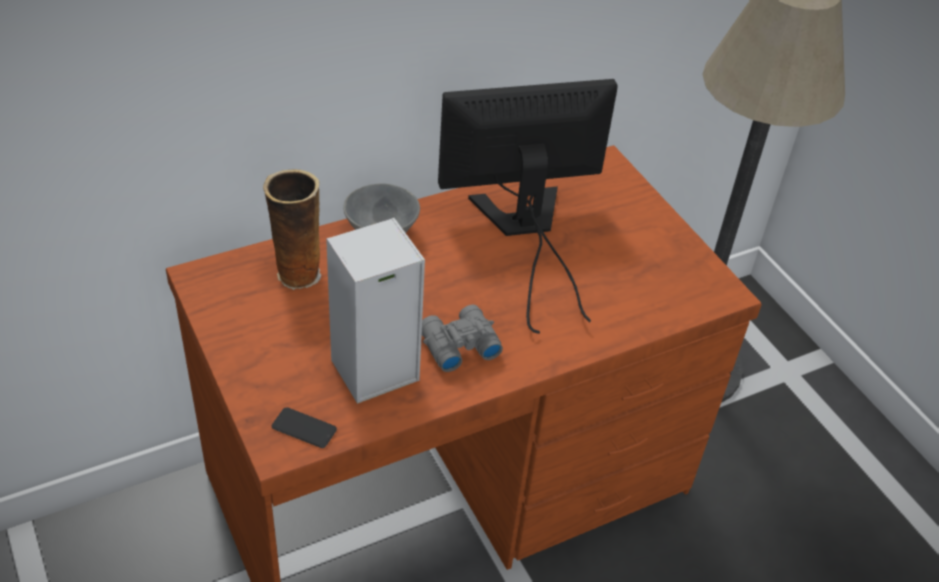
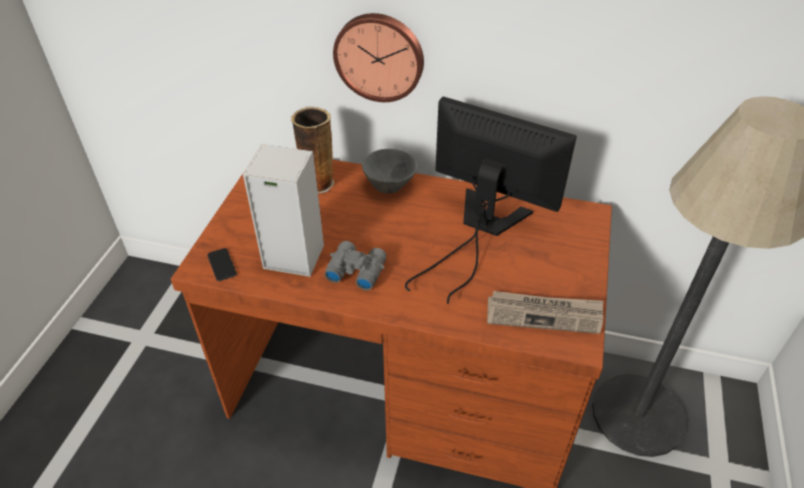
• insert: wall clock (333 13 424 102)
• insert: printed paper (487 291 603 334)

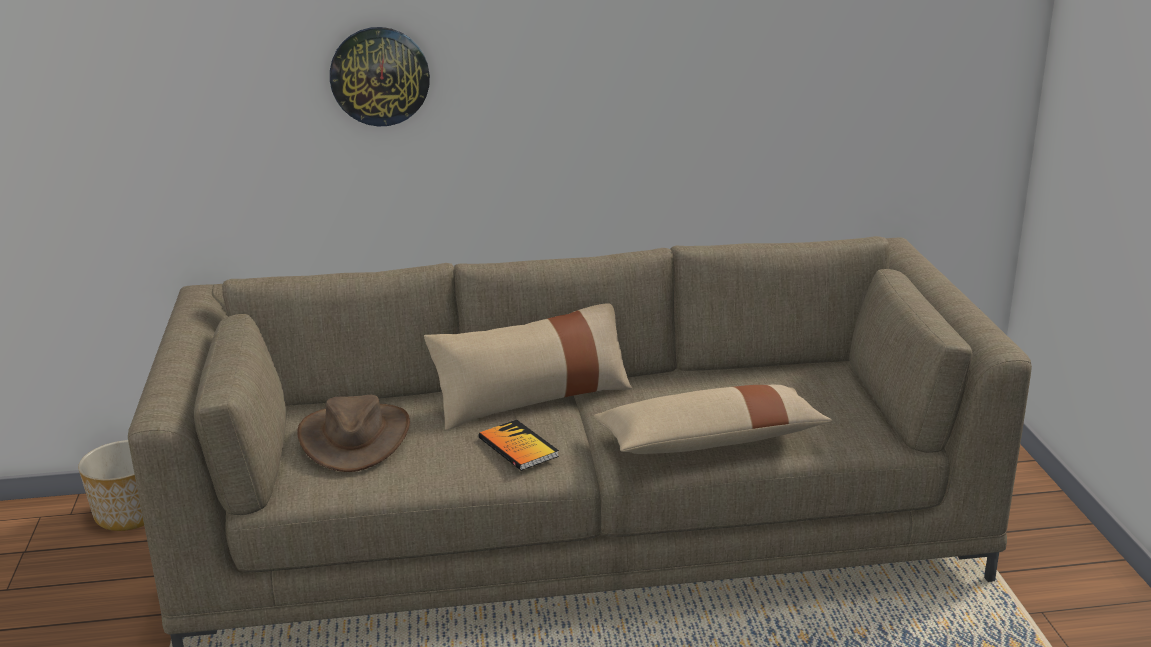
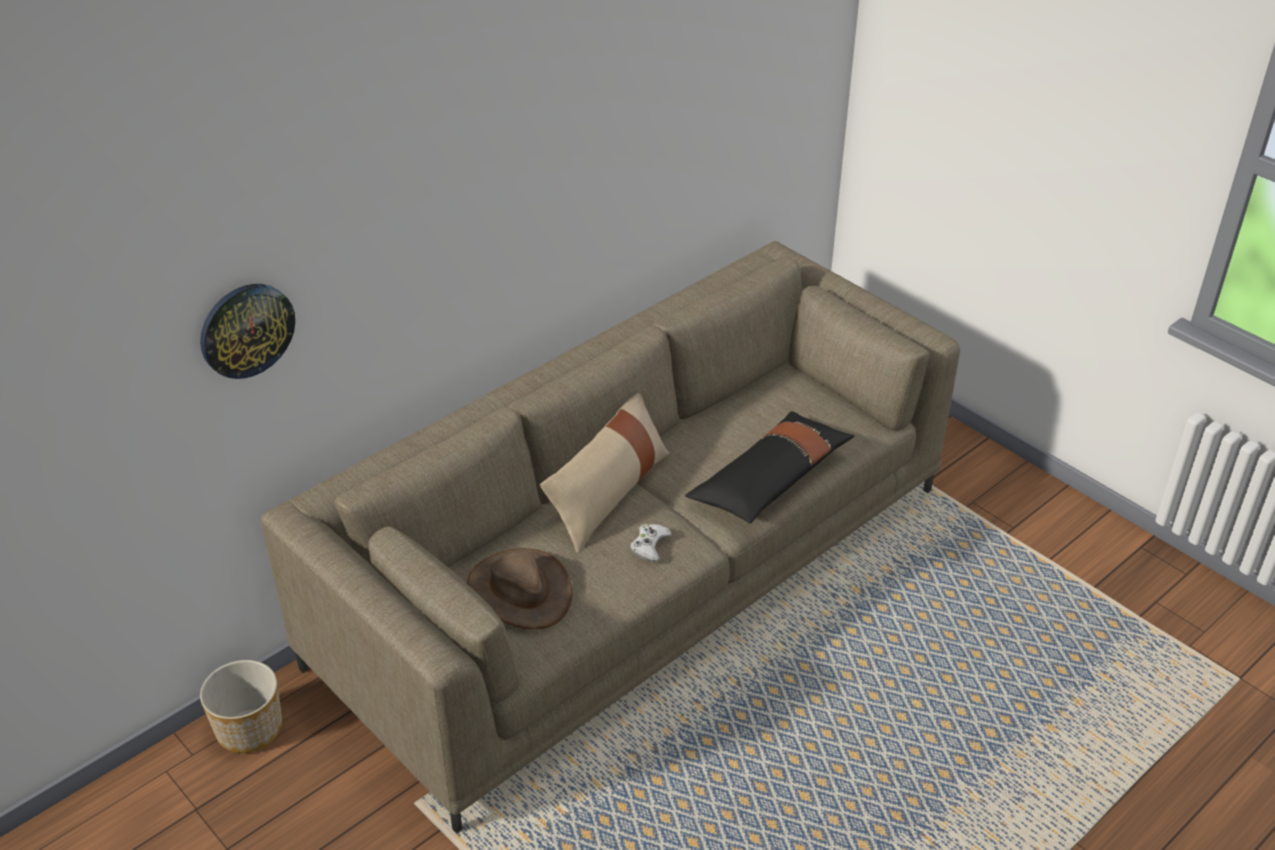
• move: wall clock (330 27 430 127) to (200 284 295 379)
• replace: volume (479 419 559 471) to gamepad (white) (630 524 672 562)
• recolor: cushion (beige-coloured) (593 385 832 454) to cushion (black) (685 411 854 524)

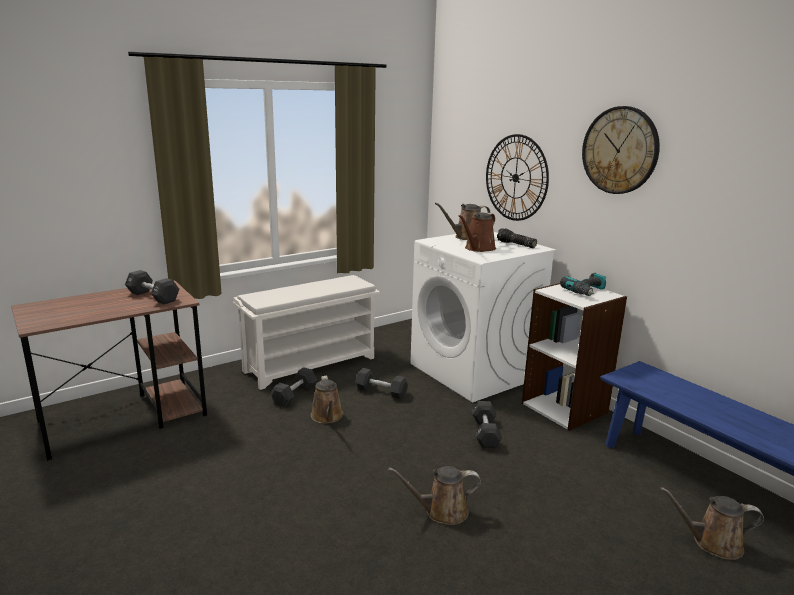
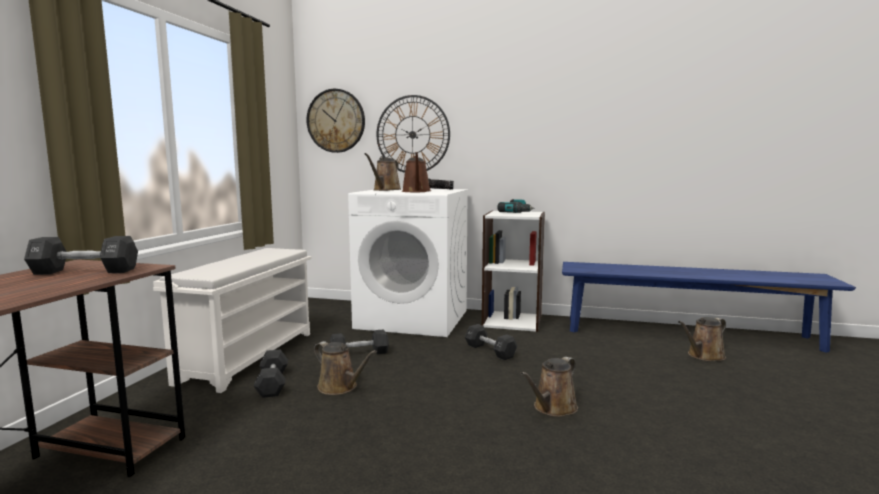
• move: wall clock (582 106 660 194) to (306 89 365 153)

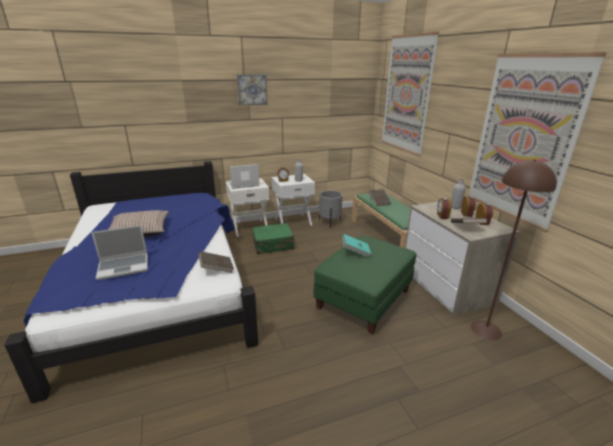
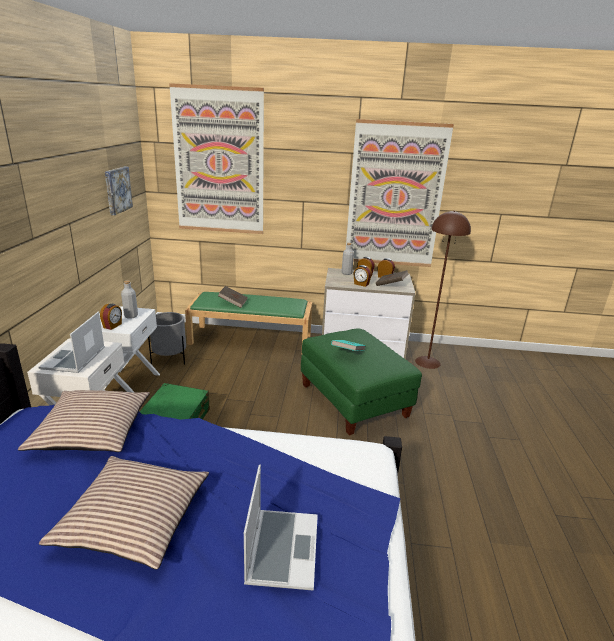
• insert: cushion (18 390 150 452)
• move: wall art (237 74 267 106) to (105 167 133 215)
• delete: volume (brown) (198 251 234 273)

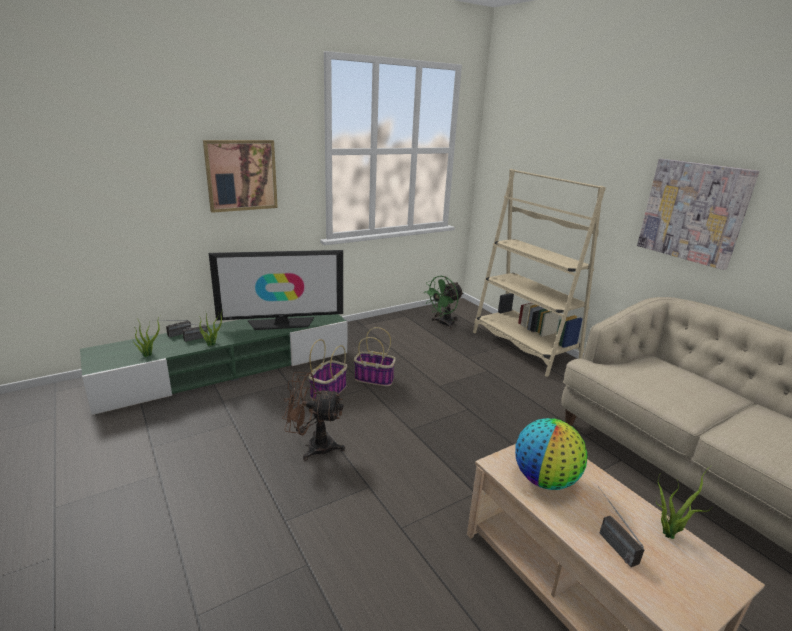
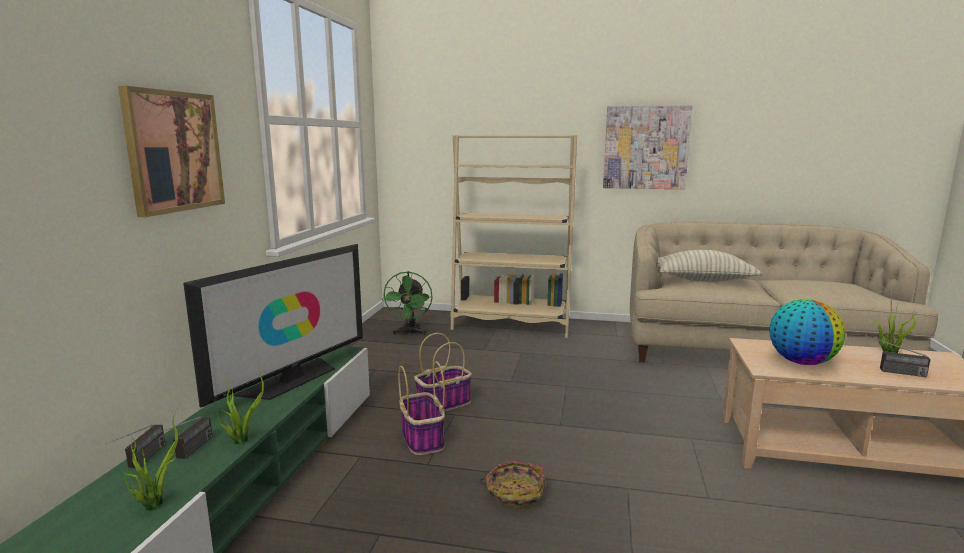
• replace: fan (brown) (282 372 345 460) to basket (479 461 546 509)
• insert: cushion (657 250 763 282)

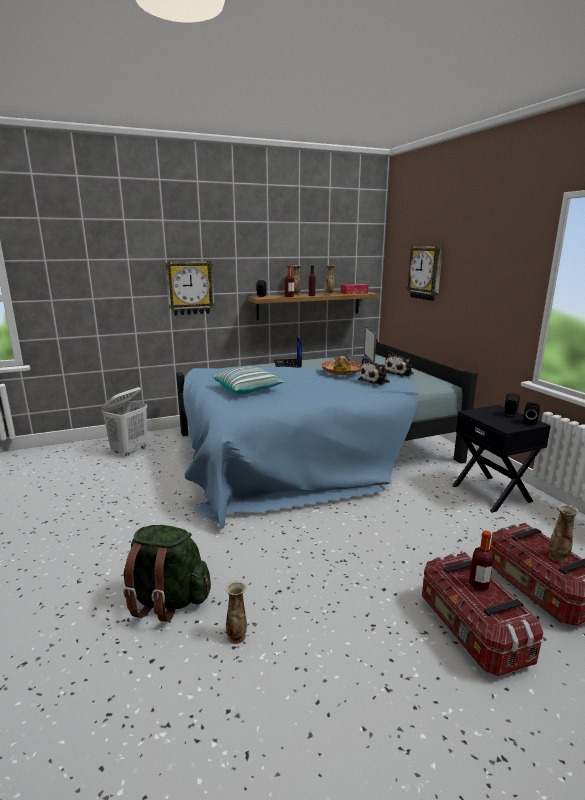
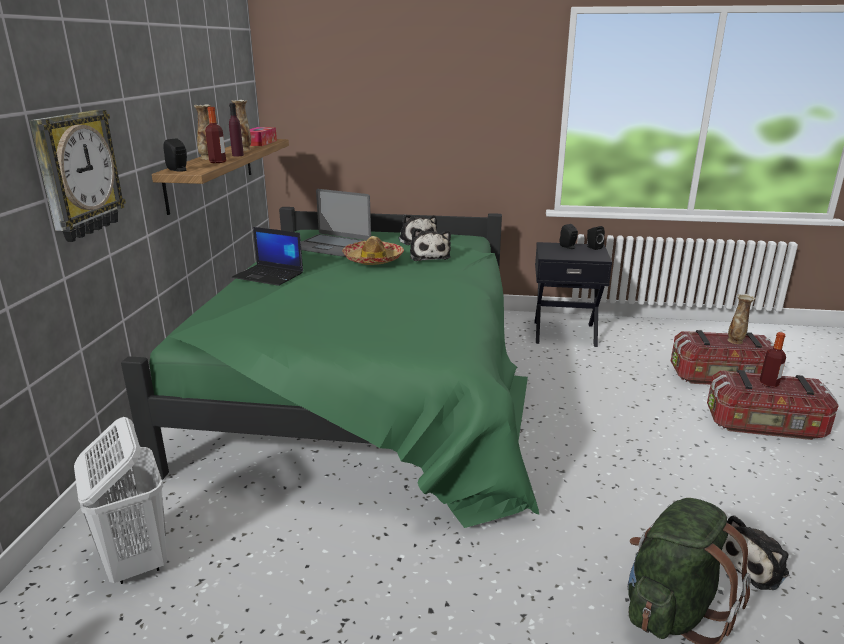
• recolor: sleeping bed (blue) (176 339 478 529) to sleeping bed (greenish) (121 207 539 528)
• replace: flower vase (225 580 247 644) to plush toy (722 516 789 590)
• delete: cushion (212 366 285 394)
• delete: wall clock (407 246 443 301)

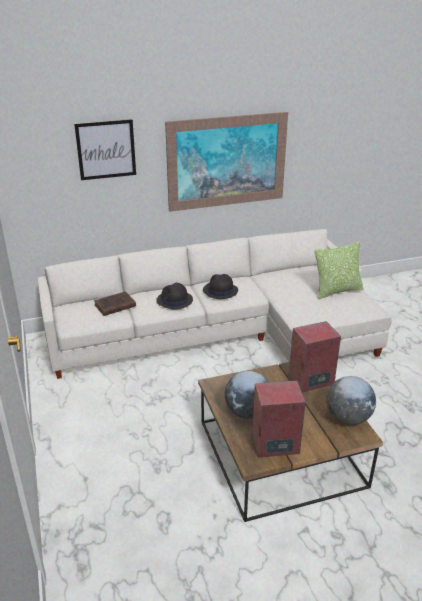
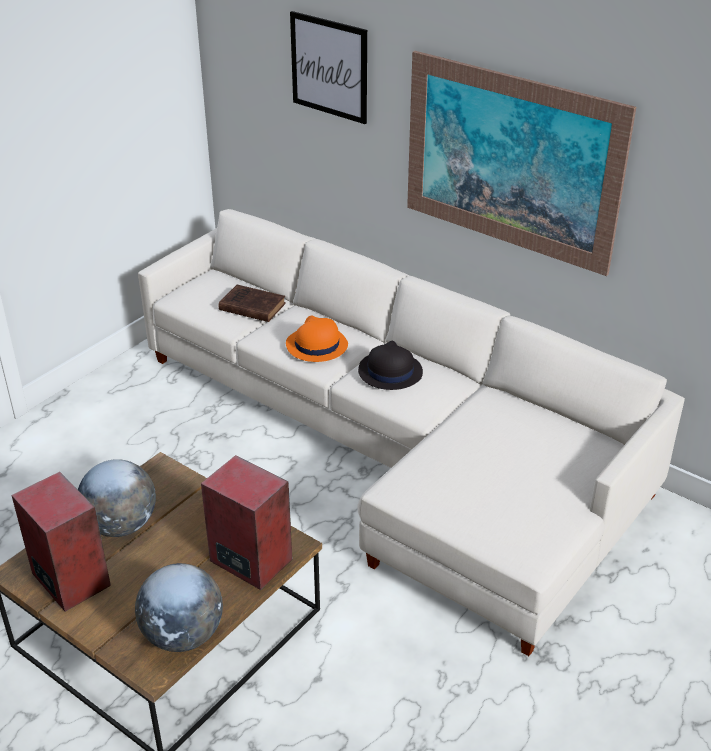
• recolor: wearable hat (black) (156 283 193 310) to wearable hat (orange) (286 316 348 362)
• delete: cushion (314 241 364 299)

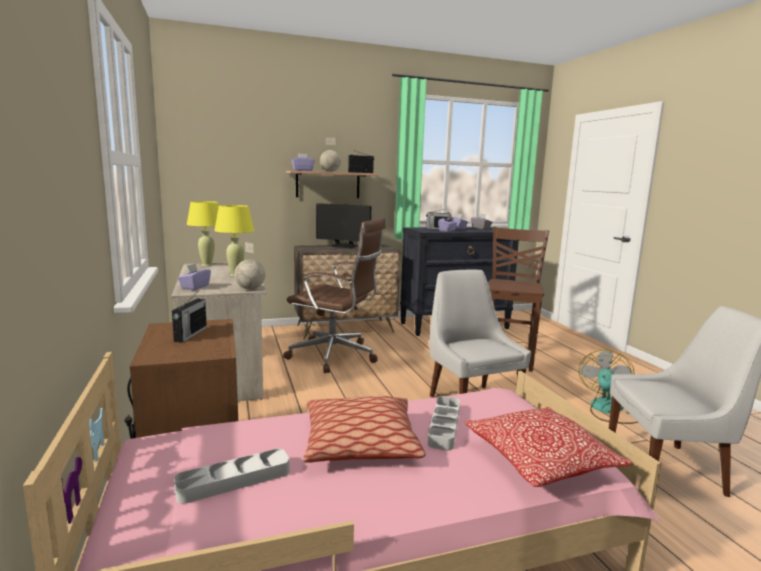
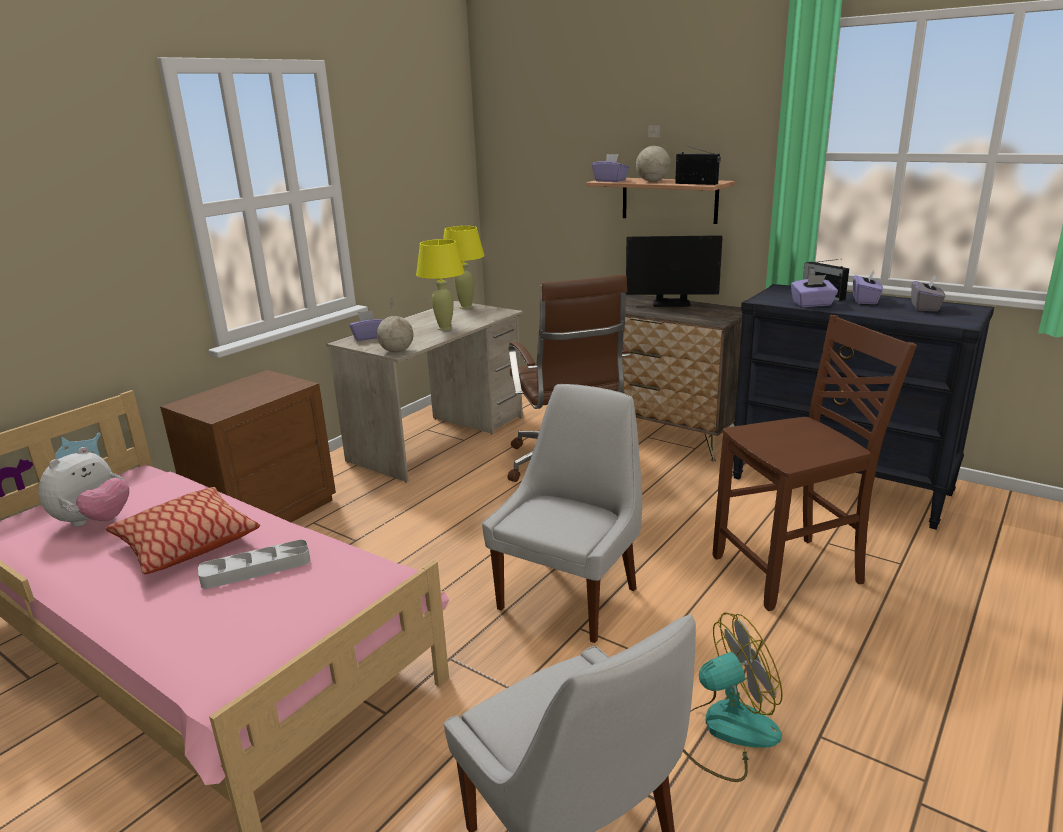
• replace: carrying tray (grey) (174 449 289 504) to plush toy (38 447 129 527)
• rotate: computer screen (316 203 371 248) = (626 235 722 307) 60 degrees counterclockwise
• delete: radio receiver (172 294 207 342)
• delete: cushion (464 407 633 487)

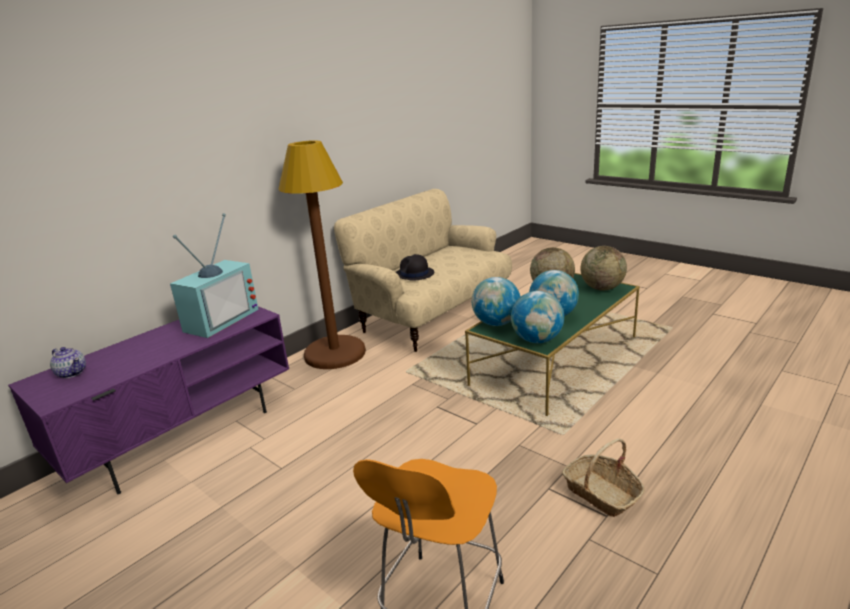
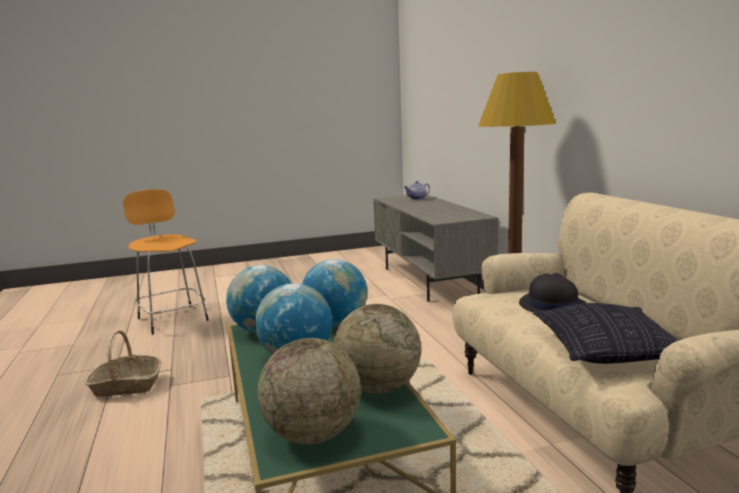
• recolor: tv unit (purple-coloured) (8 306 289 494) to tv unit (grey) (373 195 499 302)
• insert: cushion (533 303 678 364)
• delete: TV set (170 213 259 338)

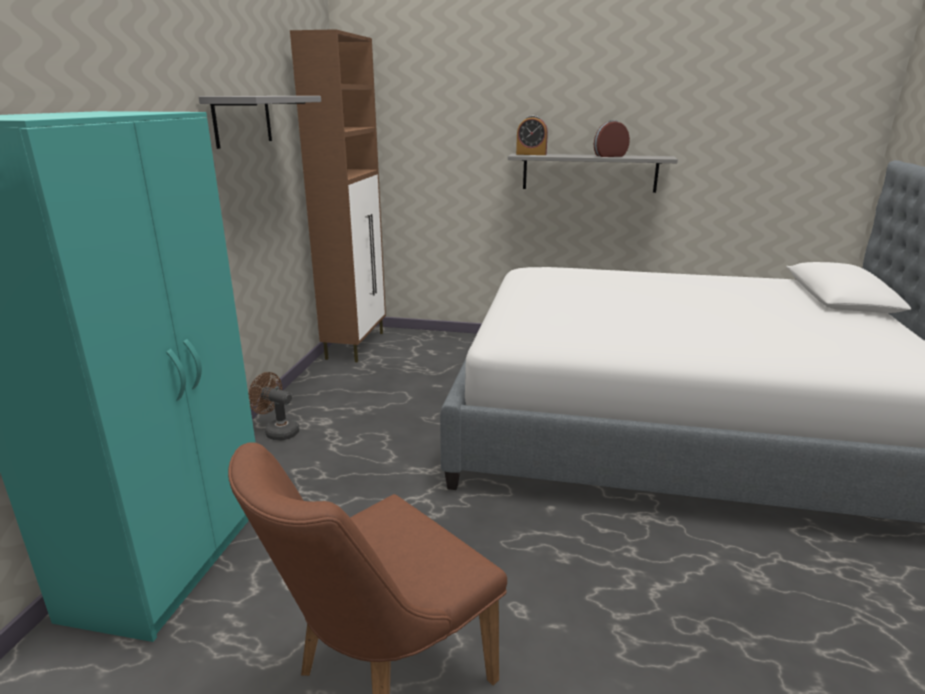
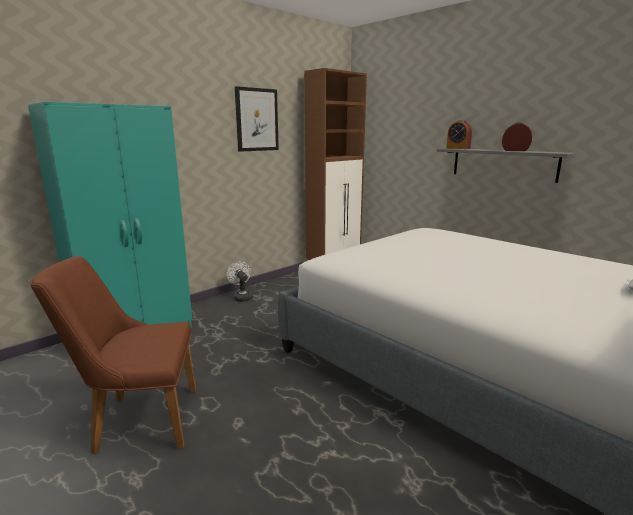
• recolor: fan (brown) (248 372 299 441) to fan (white) (227 261 253 302)
• replace: shelf (grey) (199 96 321 149) to wall art (235 86 279 152)

